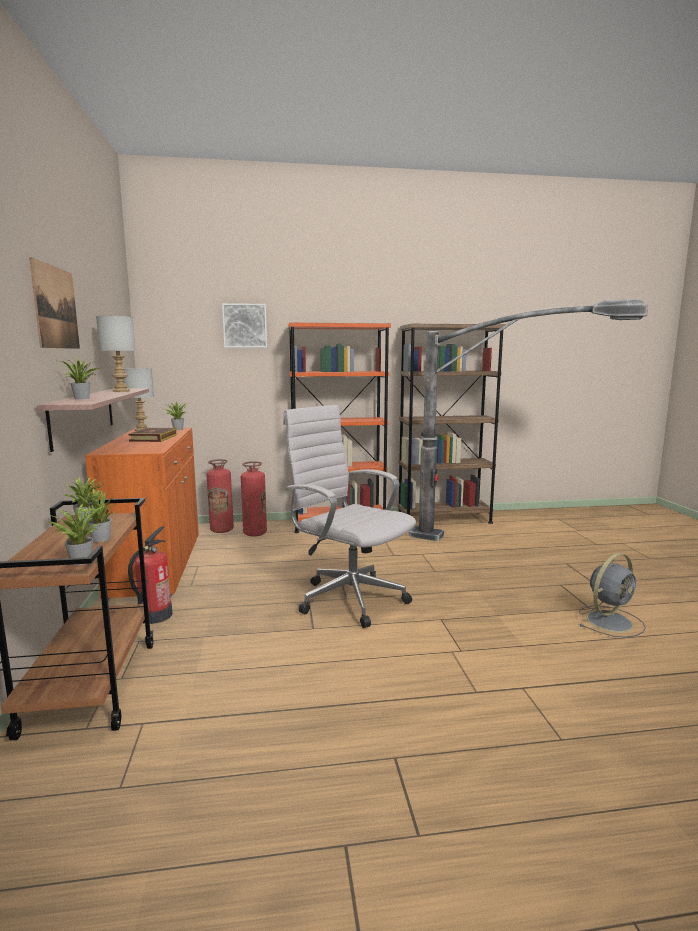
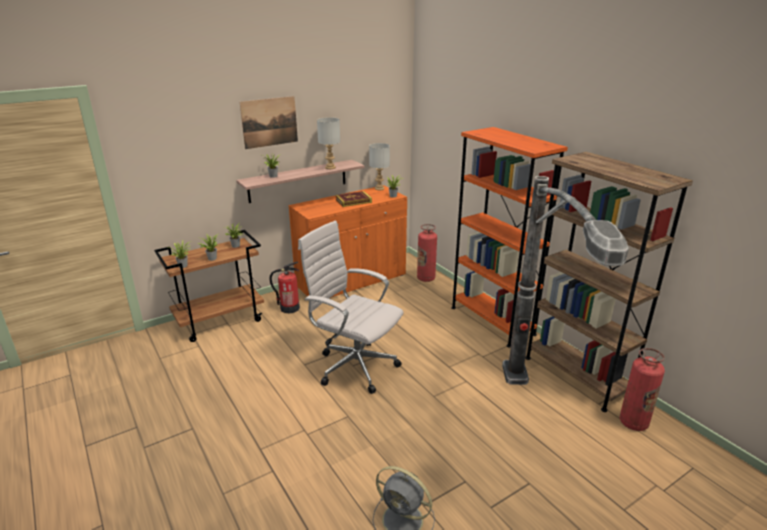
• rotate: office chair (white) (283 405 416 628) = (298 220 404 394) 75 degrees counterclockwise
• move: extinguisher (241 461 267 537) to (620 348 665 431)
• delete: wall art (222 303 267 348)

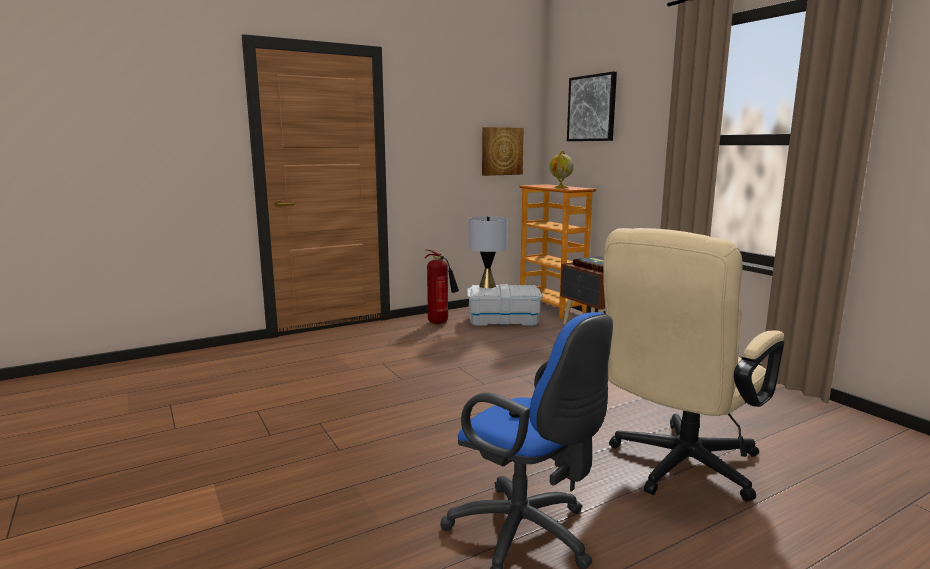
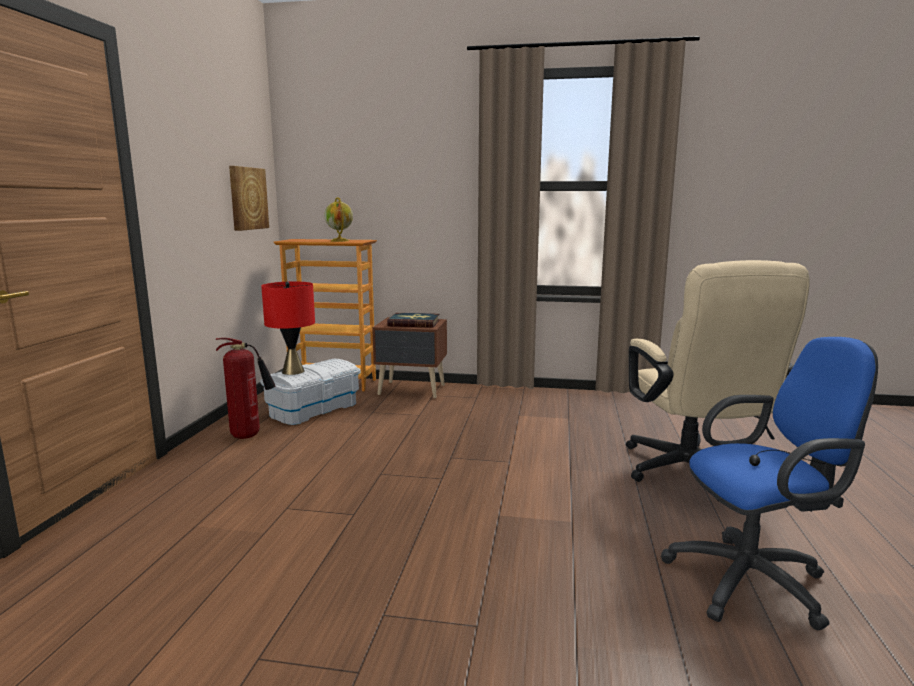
• recolor: table lamp (grey) (469 216 507 288) to table lamp (reddish) (261 281 315 375)
• delete: wall art (567 71 617 141)

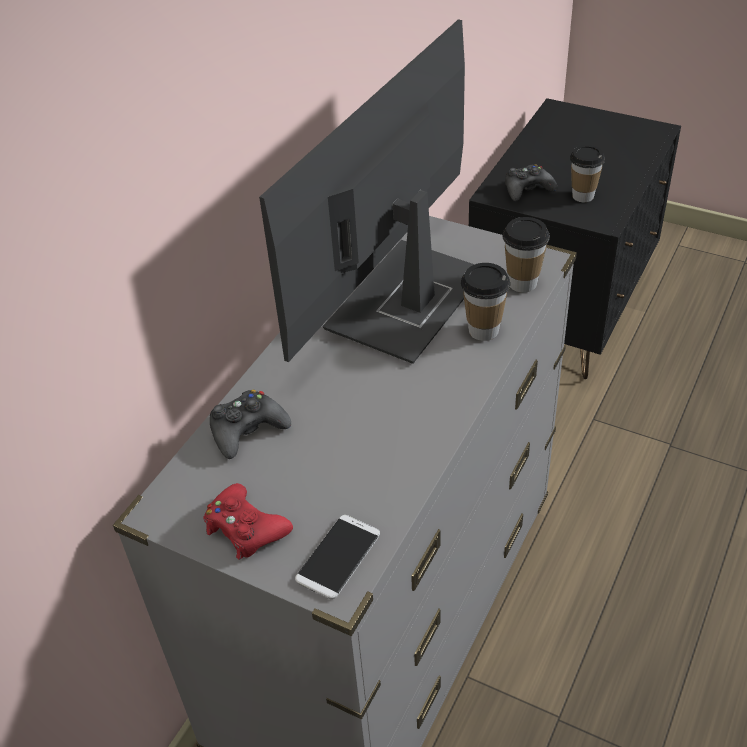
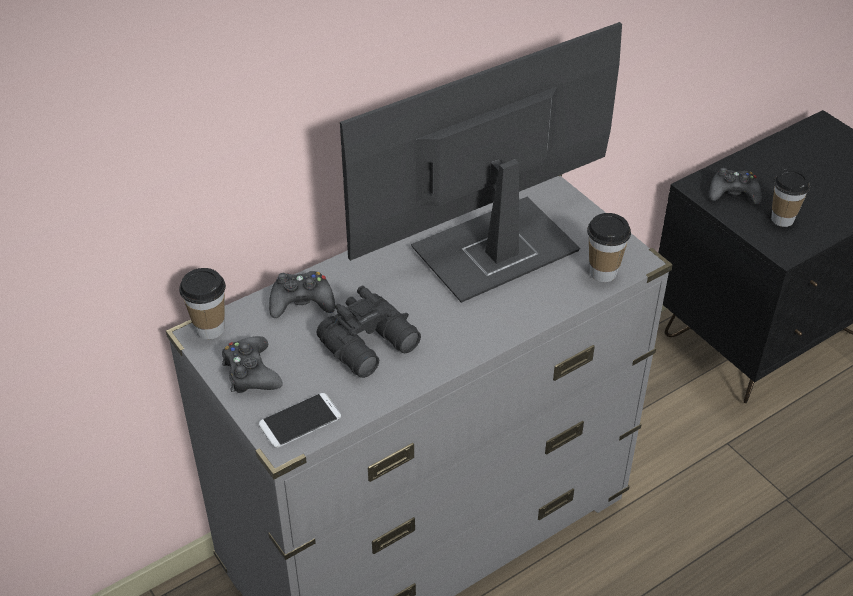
• move: small cup (461 263 510 341) to (179 268 226 339)
• recolor: gamepad (reddish) (203 483 293 560) to gamepad (black) (222 336 283 393)
• insert: field glasses (black) (317 286 421 378)

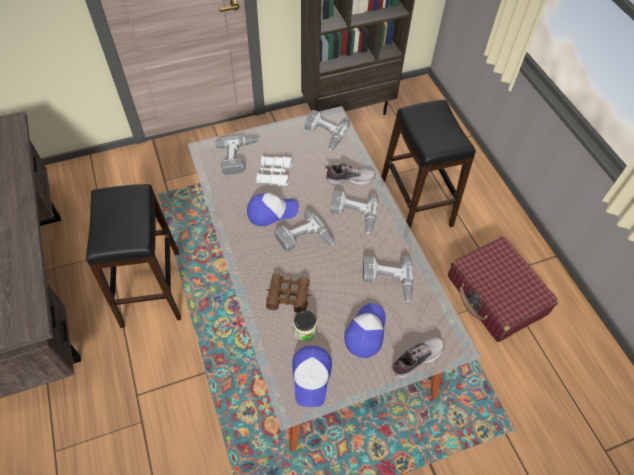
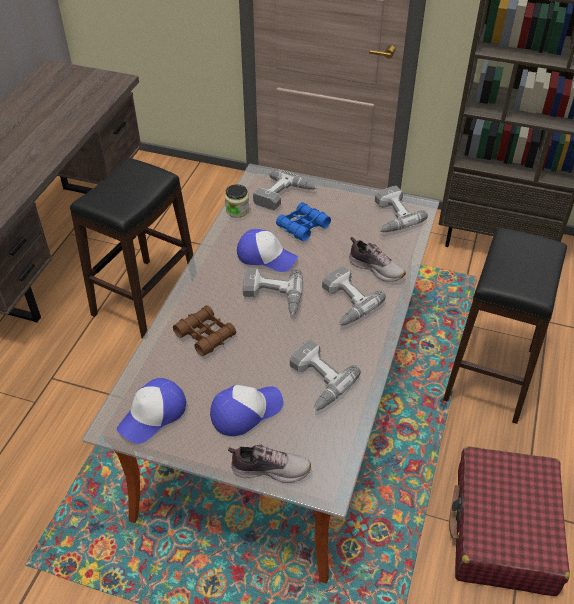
• move: preserve jar (293 310 317 342) to (225 184 249 217)
• recolor: field glasses (white) (257 156 292 186) to field glasses (blue) (276 202 331 241)

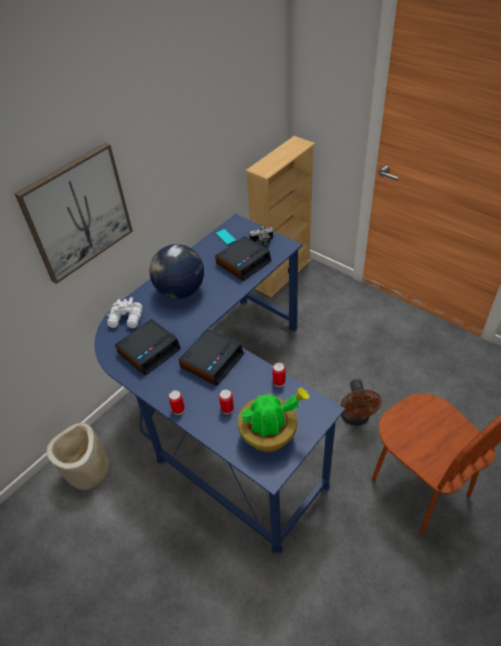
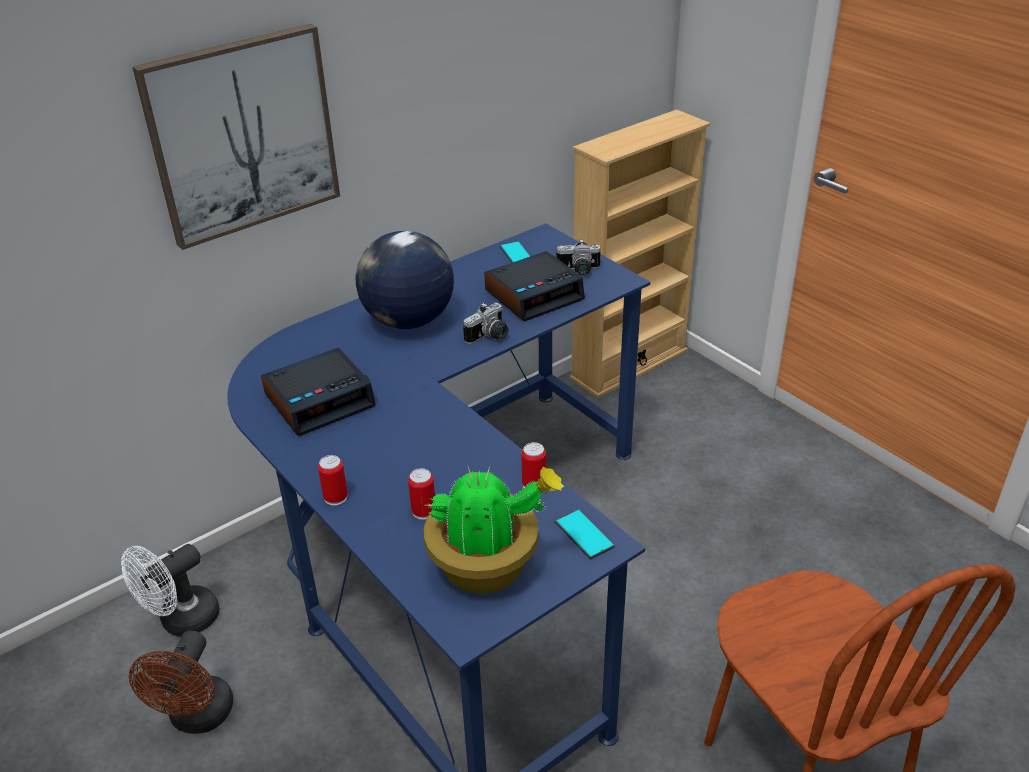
• replace: planter (beige-coloured) (47 423 110 490) to fan (white) (121 544 220 637)
• move: fan (brown) (341 379 382 425) to (129 631 233 734)
• insert: photo camera (463 303 509 344)
• insert: telephone (555 509 615 560)
• delete: field glasses (white) (107 297 142 328)
• delete: table clock (179 328 244 386)

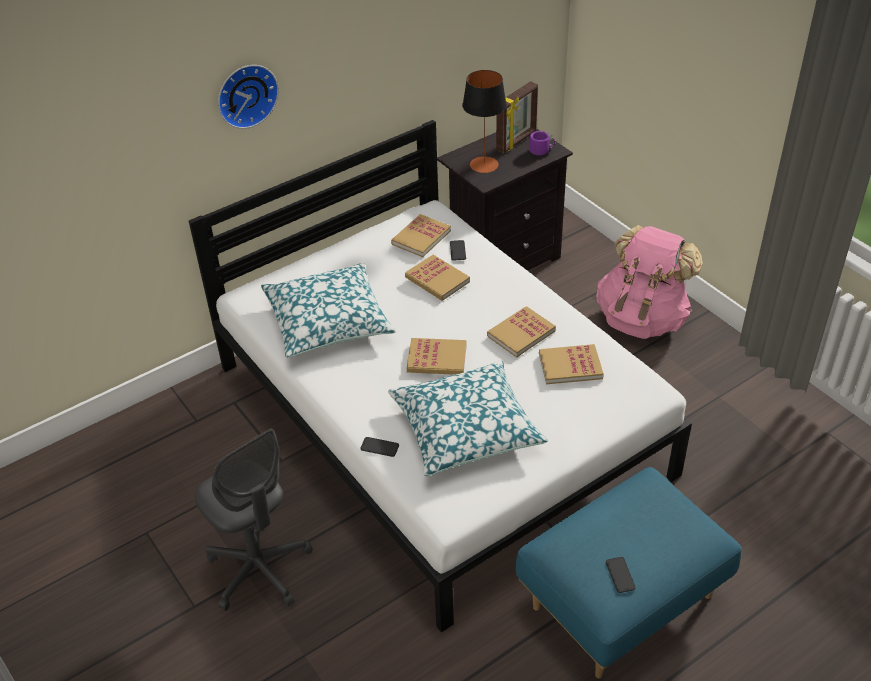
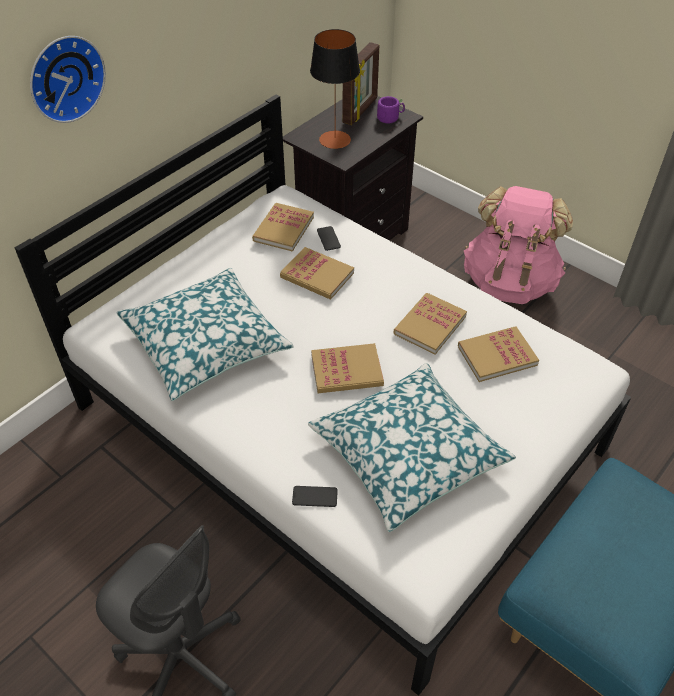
• delete: telephone (606 557 636 593)

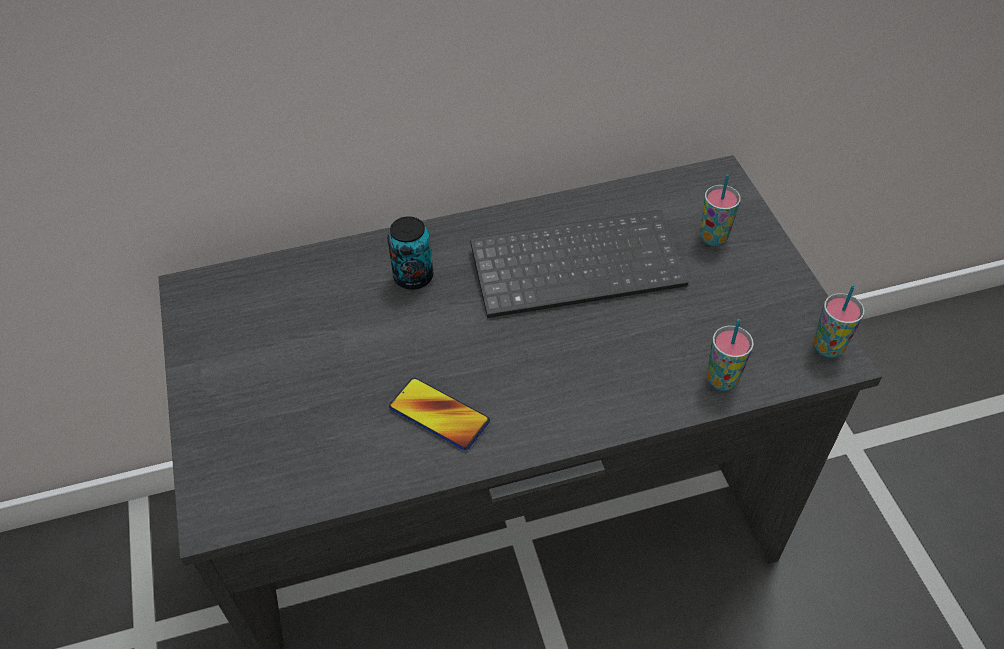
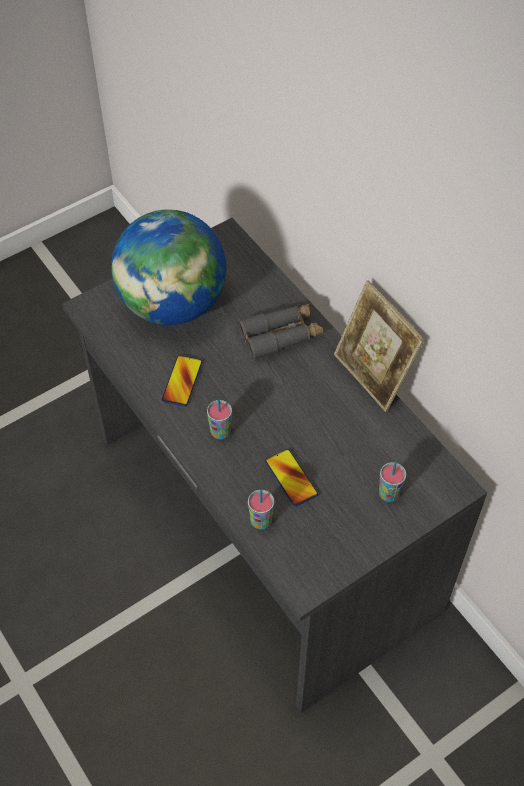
• insert: desk globe (111 209 226 325)
• move: small cup (814 285 865 358) to (207 398 232 439)
• replace: sealed can (387 216 434 290) to field glasses (grey) (237 303 323 360)
• insert: telephone (265 449 318 507)
• insert: picture frame (334 281 425 412)
• delete: PC keyboard (470 210 688 318)

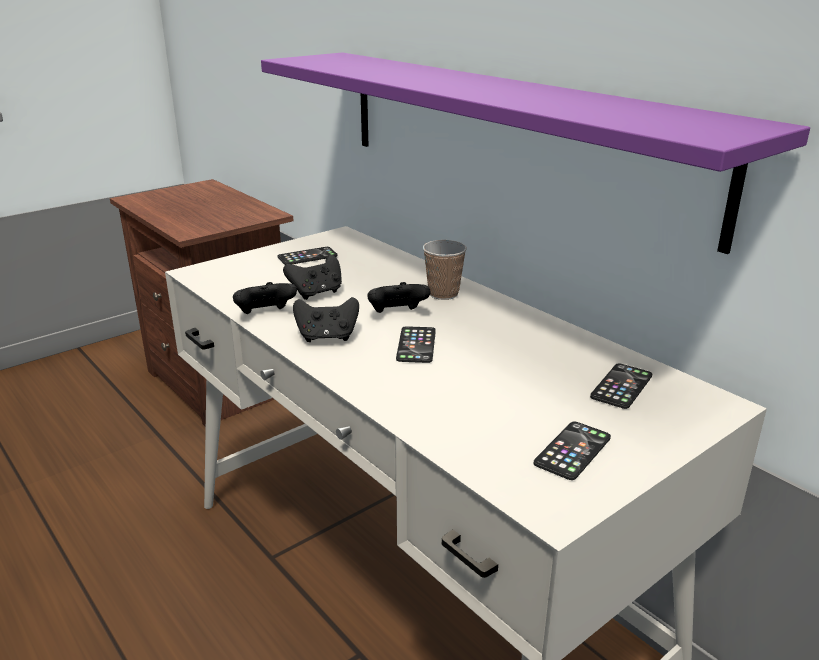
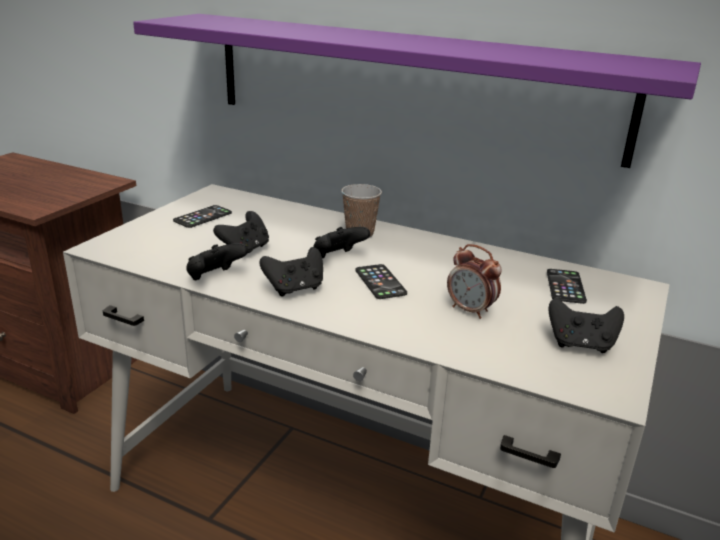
• insert: table clock (447 244 502 319)
• replace: telephone (534 421 611 480) to gamepad (black) (548 298 624 353)

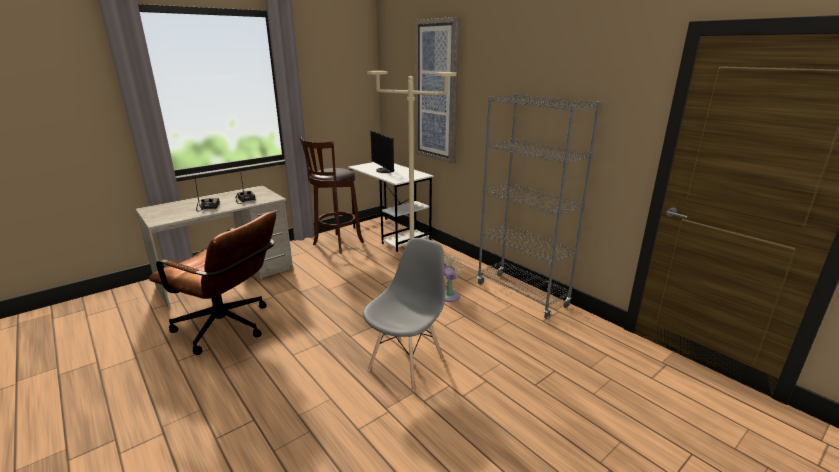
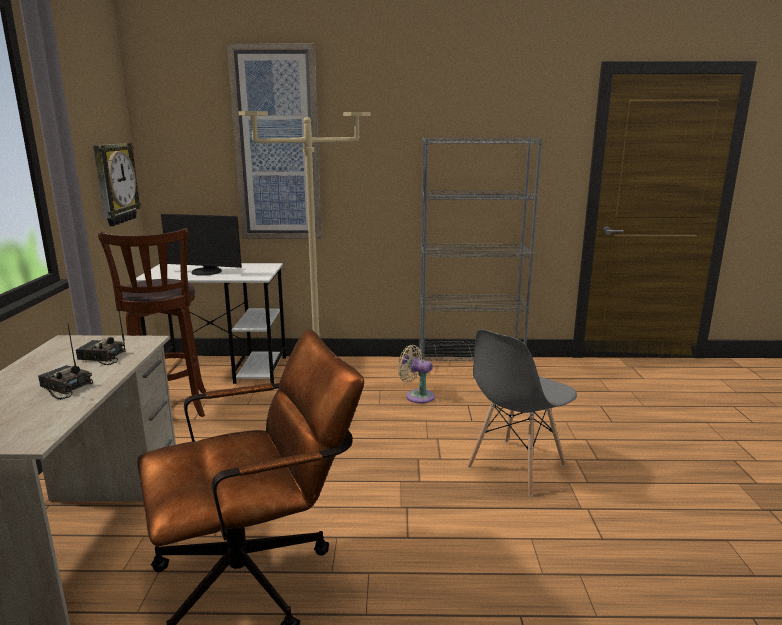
• insert: wall clock (93 143 141 226)
• rotate: plain chair (grey) (363 238 445 391) = (467 329 577 497) 120 degrees counterclockwise

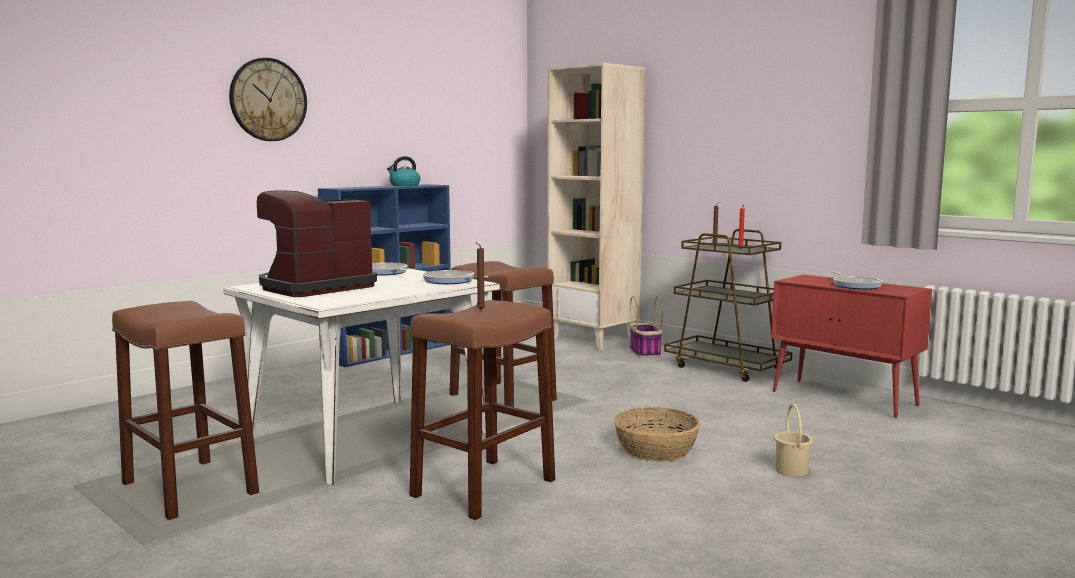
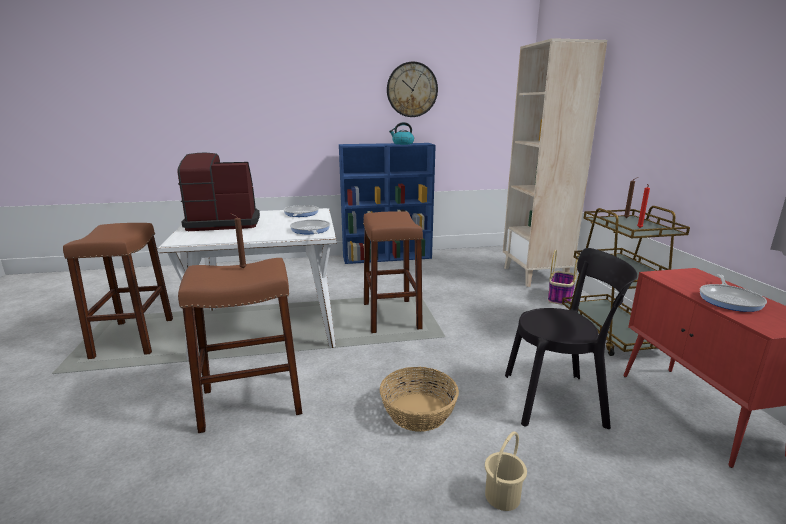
• move: wall clock (229 58 307 141) to (387 61 438 117)
• insert: plain chair (black) (505 248 637 429)

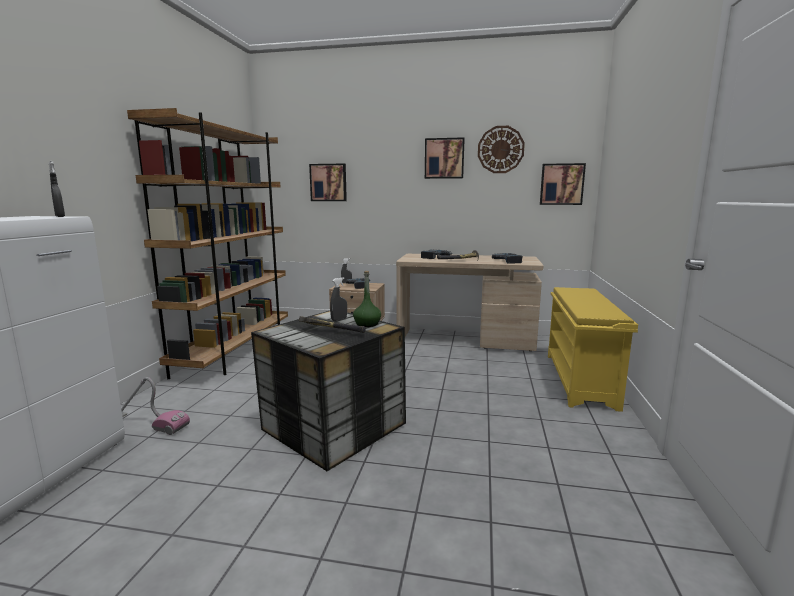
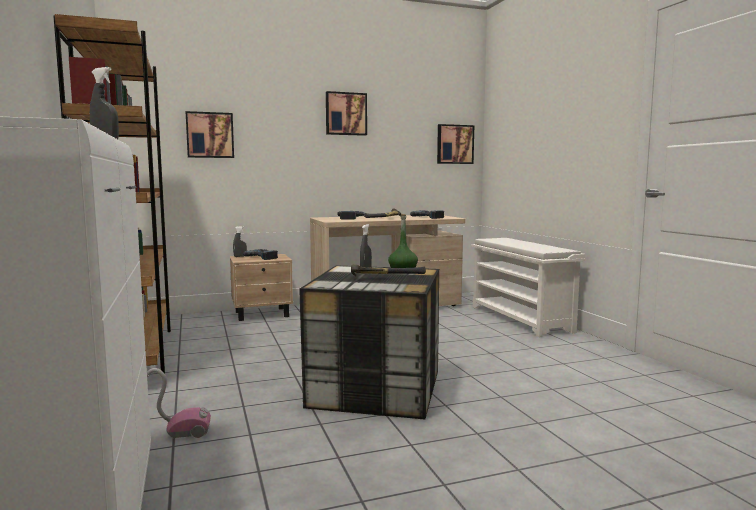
• recolor: shoe rack (yellowish) (548 287 638 412) to shoe rack (white) (471 238 586 337)
• delete: wall clock (478 126 525 173)

